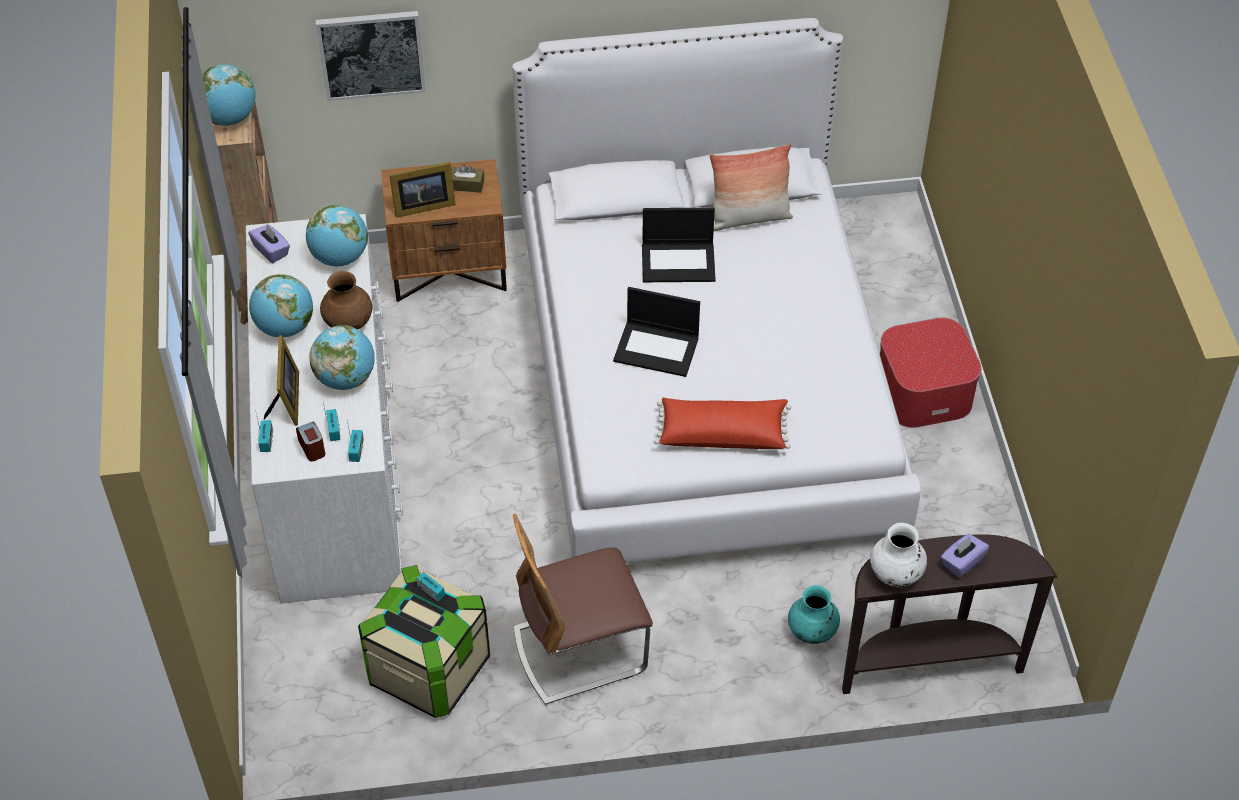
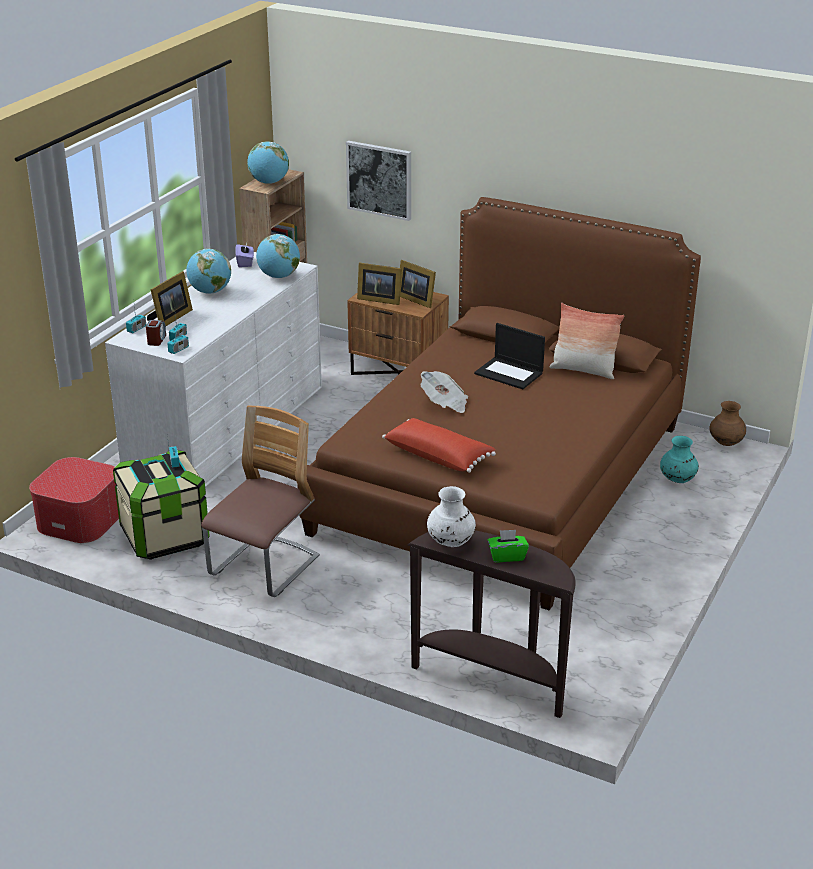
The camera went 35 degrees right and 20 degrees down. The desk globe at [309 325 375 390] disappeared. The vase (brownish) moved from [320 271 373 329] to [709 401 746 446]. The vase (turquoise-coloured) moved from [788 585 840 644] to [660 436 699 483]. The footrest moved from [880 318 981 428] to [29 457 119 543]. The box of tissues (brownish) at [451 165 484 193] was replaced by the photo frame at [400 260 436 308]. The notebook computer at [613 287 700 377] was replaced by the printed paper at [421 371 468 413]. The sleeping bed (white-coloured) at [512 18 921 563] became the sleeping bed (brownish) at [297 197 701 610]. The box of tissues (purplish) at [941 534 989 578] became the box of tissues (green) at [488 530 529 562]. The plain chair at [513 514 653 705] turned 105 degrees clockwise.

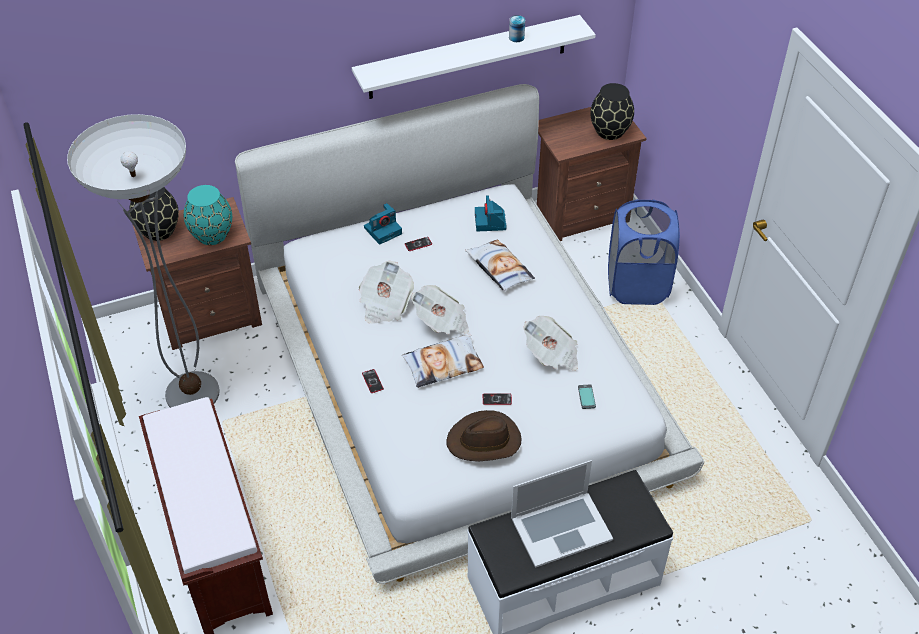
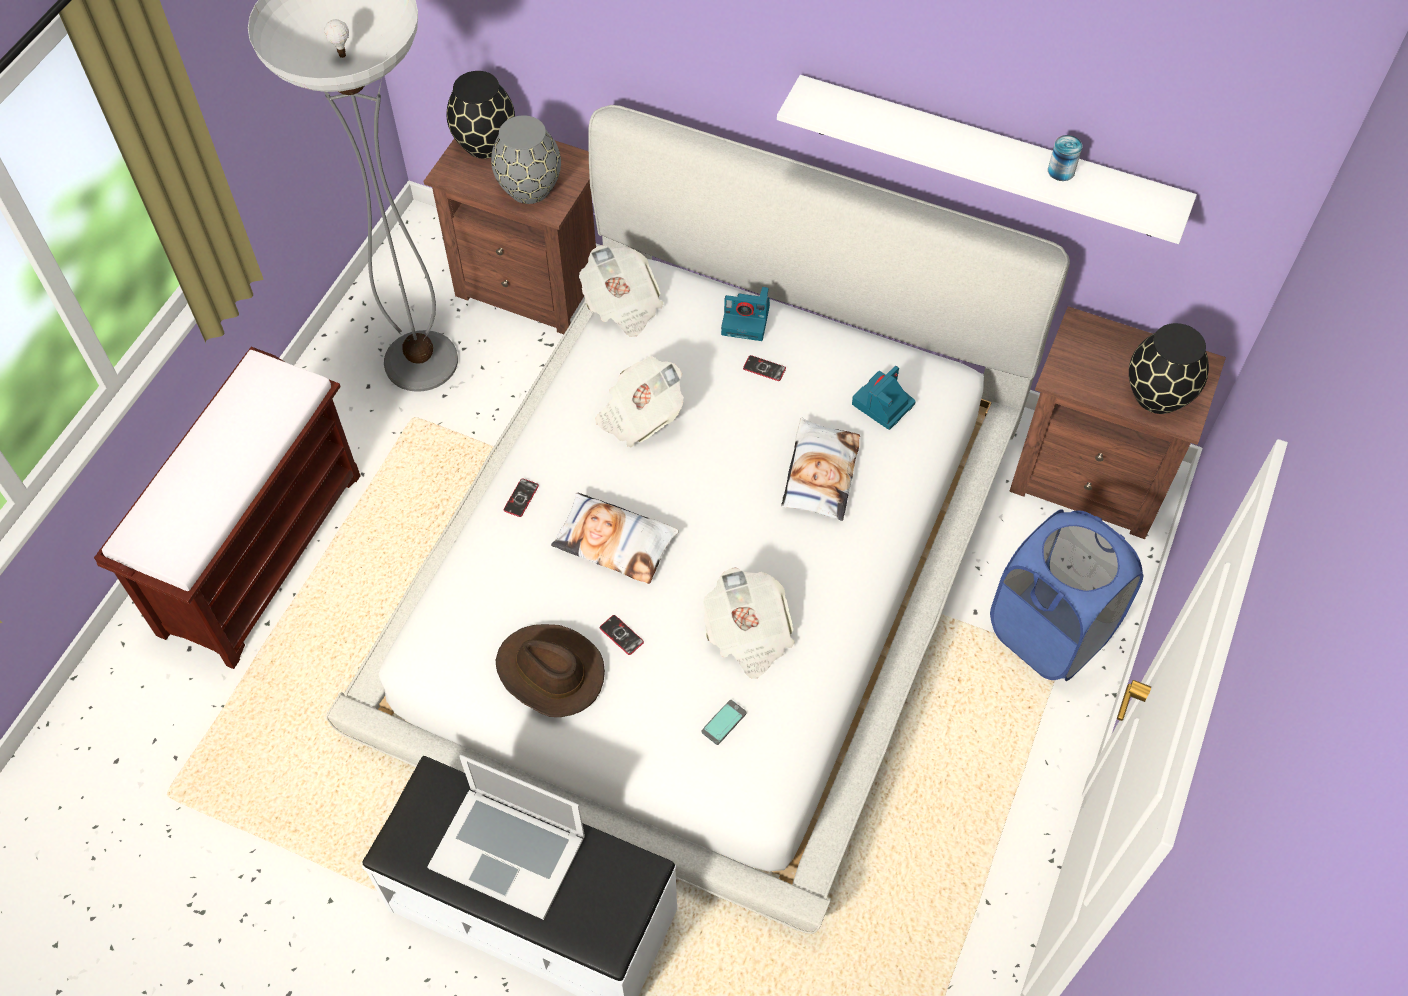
The camera went 45 degrees right and 10 degrees up. The printed paper moved from [411 285 469 335] to [579 245 664 337]. The vase (turquoise-coloured) at [184 185 232 245] became the vase (greyish) at [491 115 561 204].

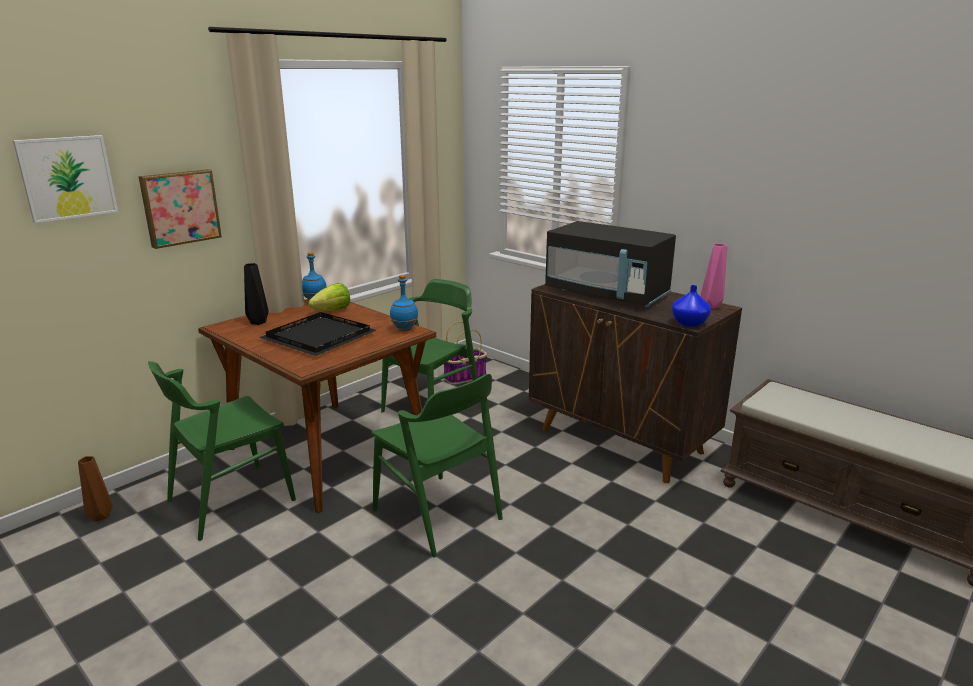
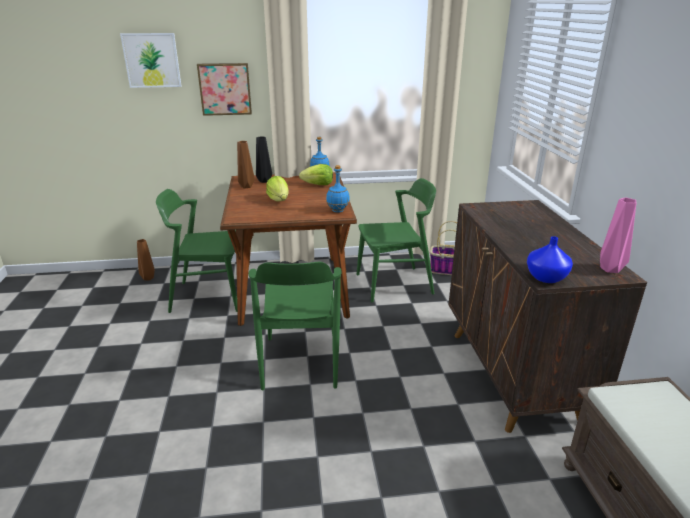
The camera went 40 degrees right and 5 degrees up. The microwave oven (blackish) at [545 221 676 307] disappeared. The vase (brownish) at [237 141 255 188] appeared. The carrying tray (blackish) at [259 312 376 356] was replaced by the lettuce head at [266 176 288 202].

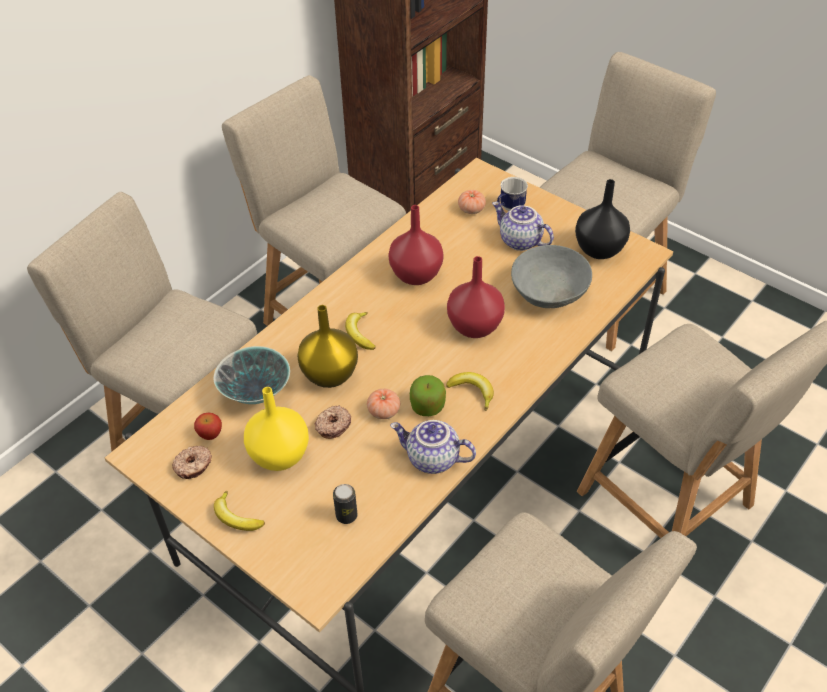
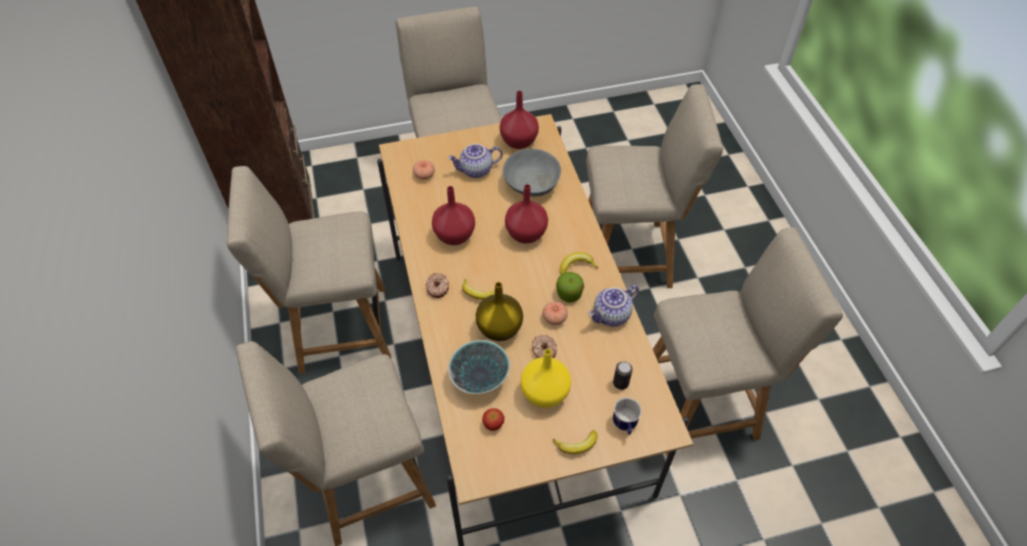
The camera went 55 degrees left and 5 degrees up. The doughnut moved from [172 446 212 479] to [425 273 449 298]. The mug moved from [497 177 528 211] to [613 397 642 435]. The vase (blackish) at [575 179 630 259] became the vase (red-coloured) at [500 91 539 149].

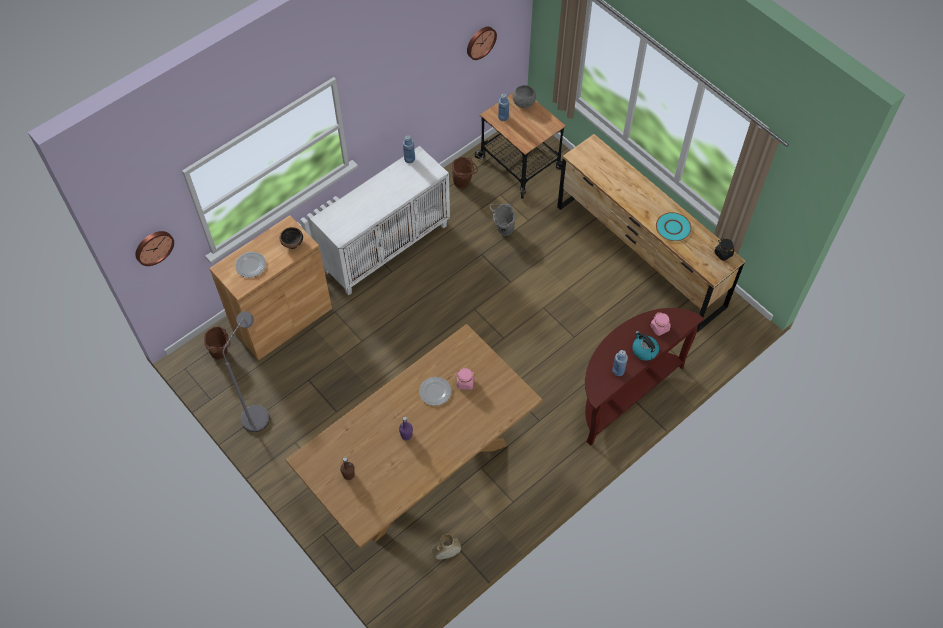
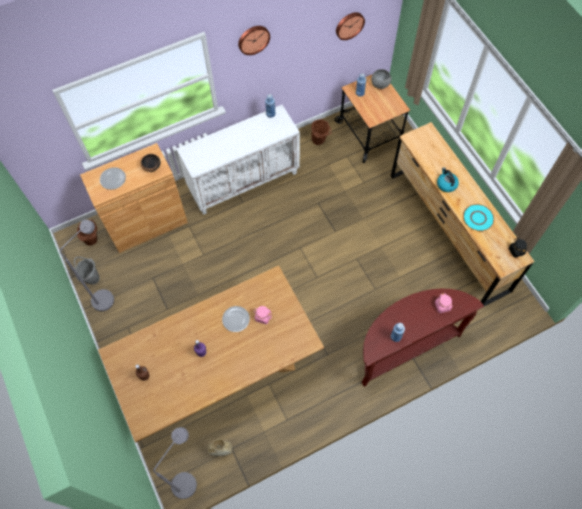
The camera went 15 degrees right and 5 degrees up. The floor lamp (greyish) at [153 427 197 499] appeared. The wall clock moved from [135 231 174 266] to [238 26 270 55]. The water bucket (greyish) moved from [490 204 515 236] to [74 257 100 285]. The water kettle moved from [632 331 659 361] to [437 167 459 192].

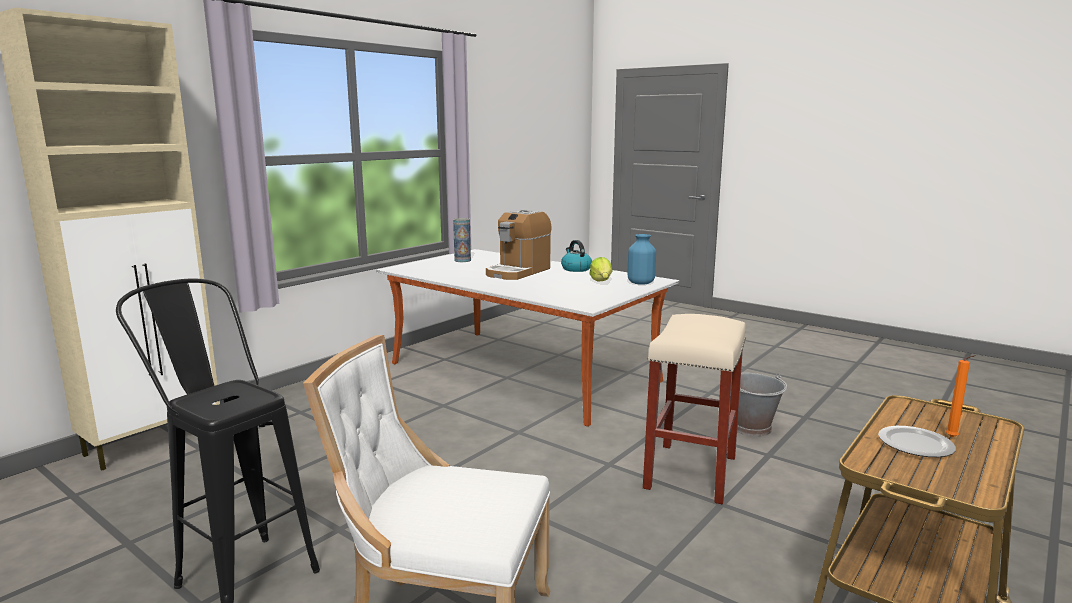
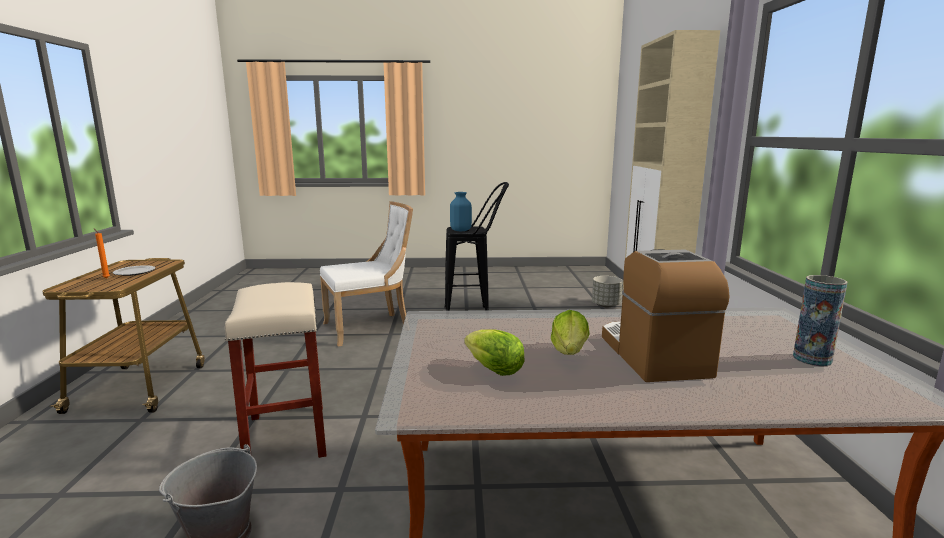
The camera went 140 degrees right and 0 degrees up. The water kettle at [561 240 592 272] disappeared. The lettuce head at [551 310 590 355] appeared. The planter (greyish) at [592 276 623 307] appeared. The vase (bluish) moved from [628 234 656 285] to [450 192 472 231].

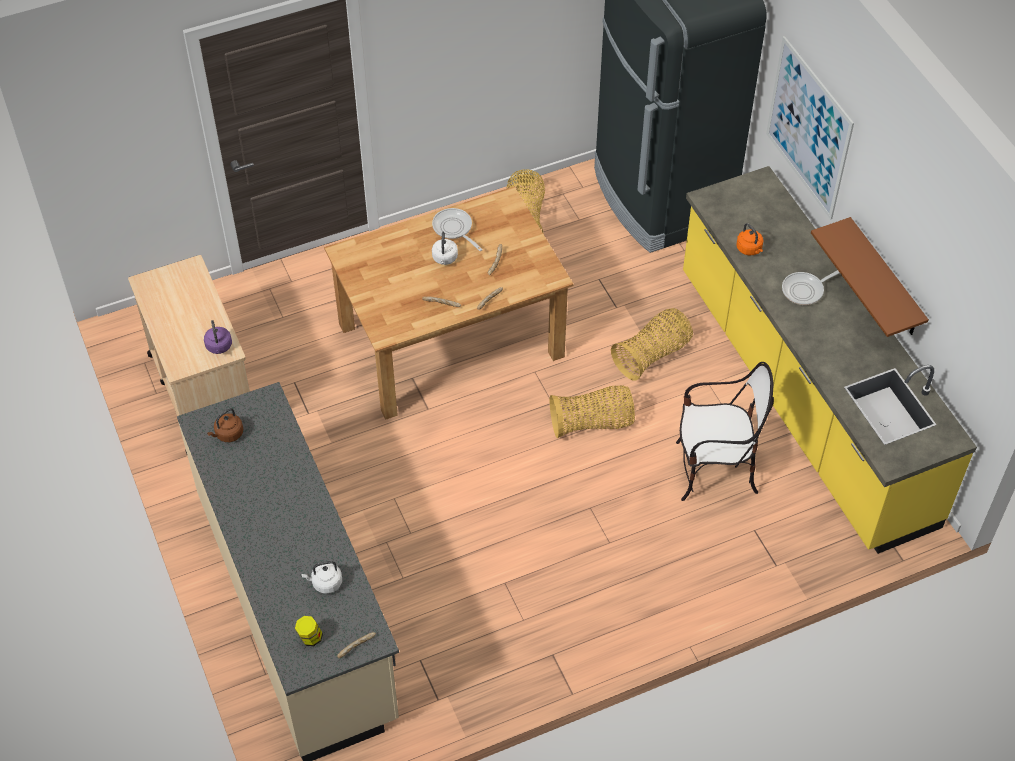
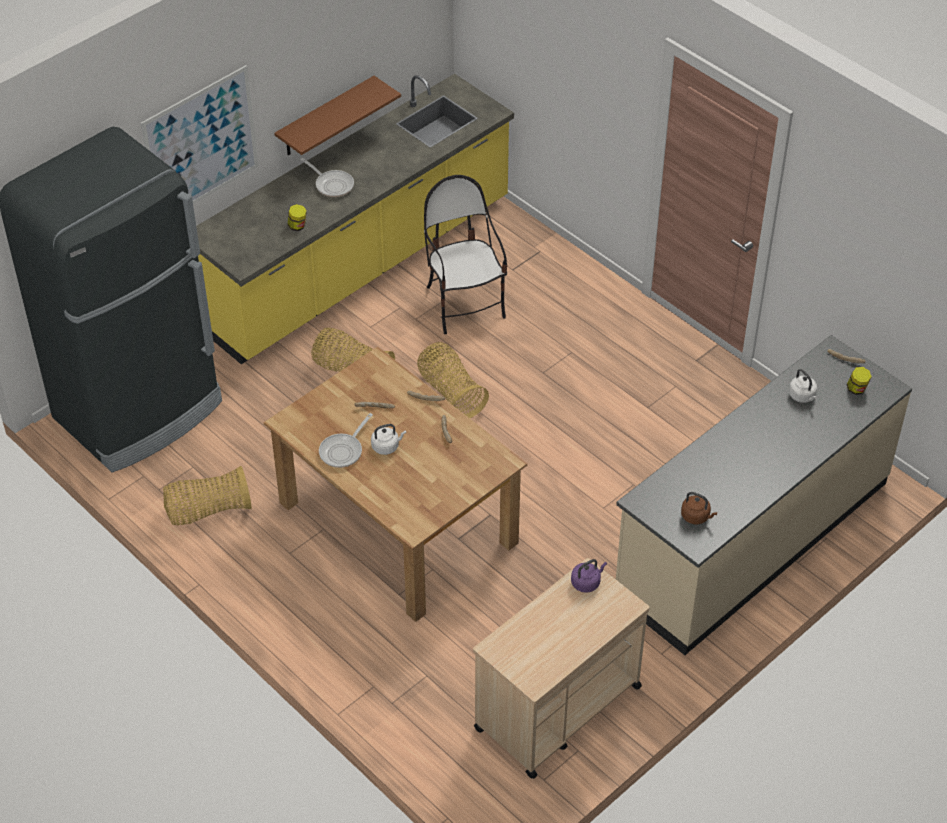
The camera went 110 degrees left and 5 degrees down. The water kettle (orange) at [736 223 763 255] was replaced by the preserve jar at [287 204 307 231].

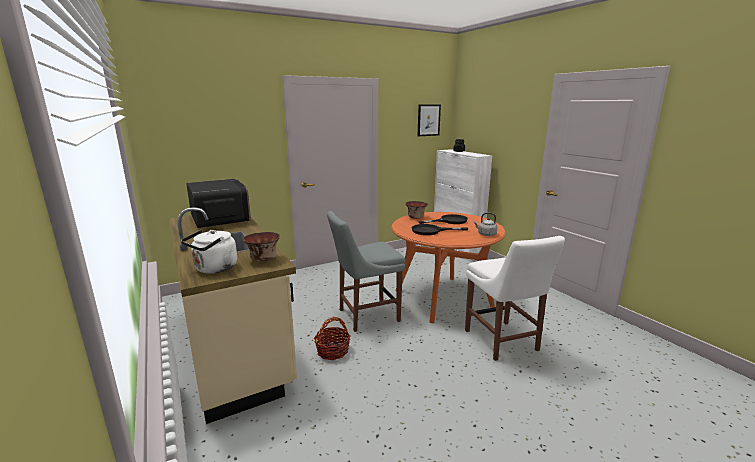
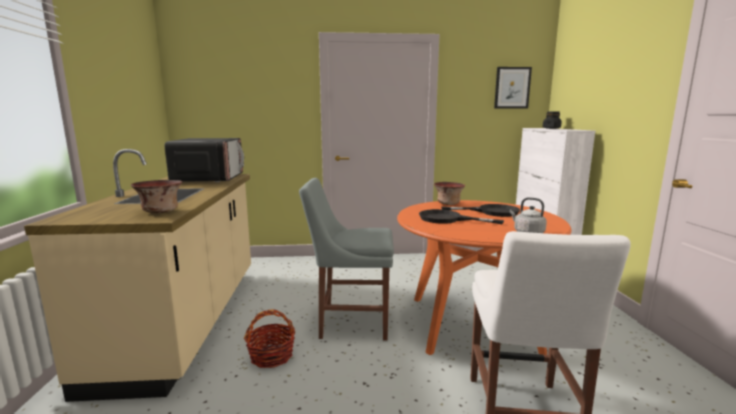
The camera went 25 degrees right and 5 degrees down. The water kettle (white-coloured) at [181 229 237 274] disappeared.

